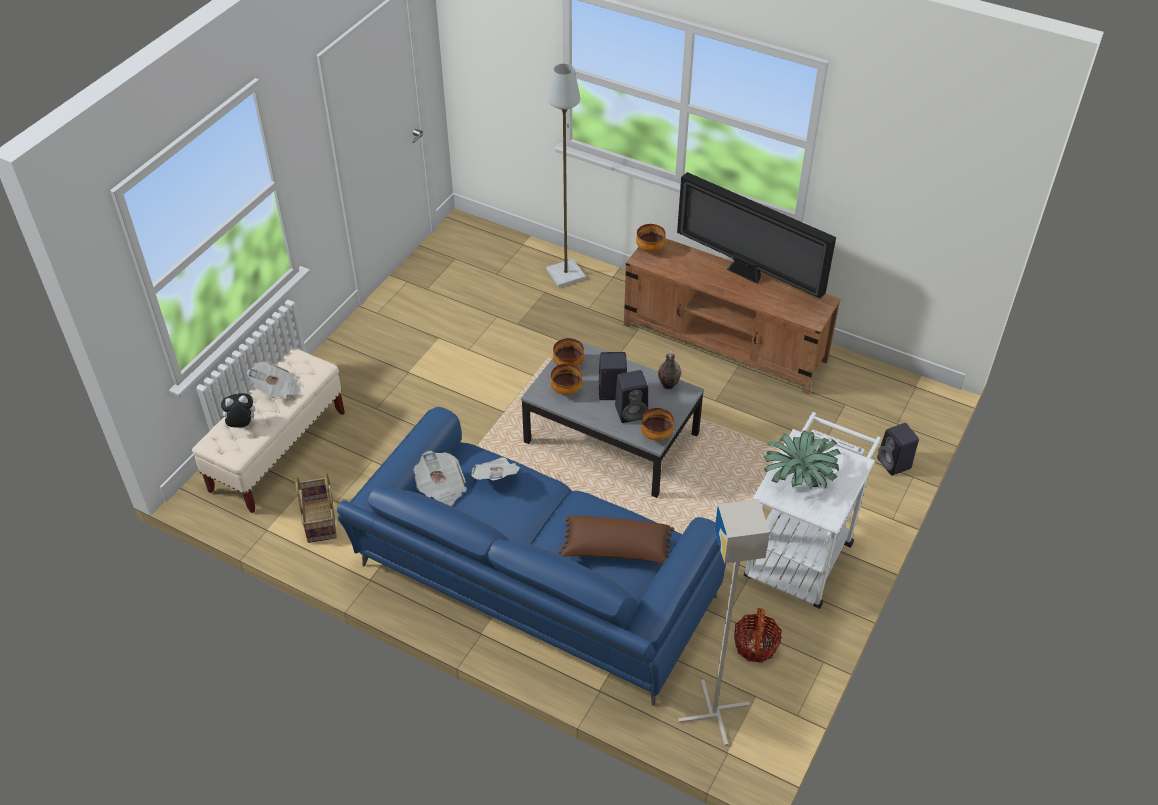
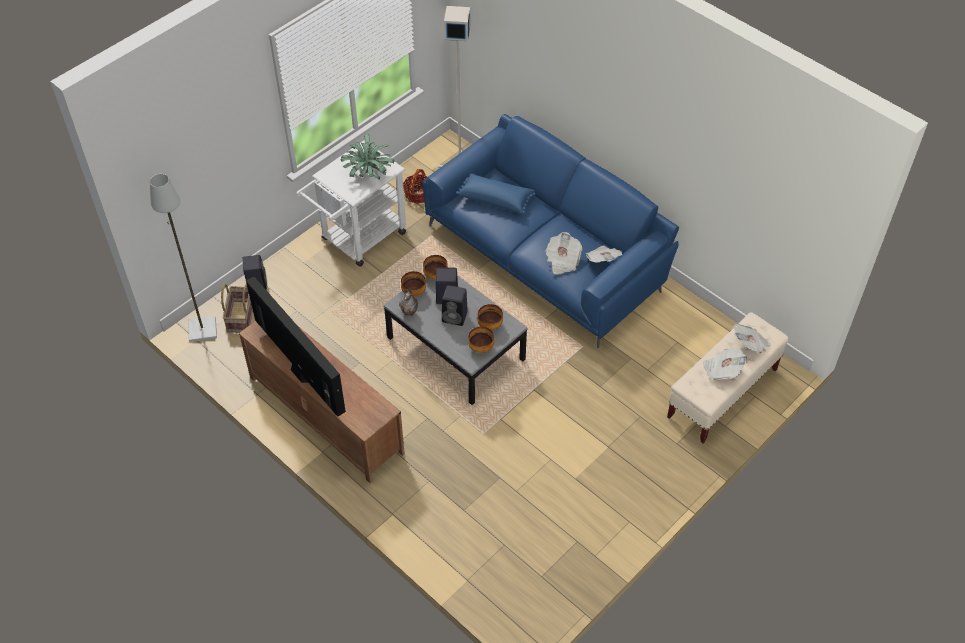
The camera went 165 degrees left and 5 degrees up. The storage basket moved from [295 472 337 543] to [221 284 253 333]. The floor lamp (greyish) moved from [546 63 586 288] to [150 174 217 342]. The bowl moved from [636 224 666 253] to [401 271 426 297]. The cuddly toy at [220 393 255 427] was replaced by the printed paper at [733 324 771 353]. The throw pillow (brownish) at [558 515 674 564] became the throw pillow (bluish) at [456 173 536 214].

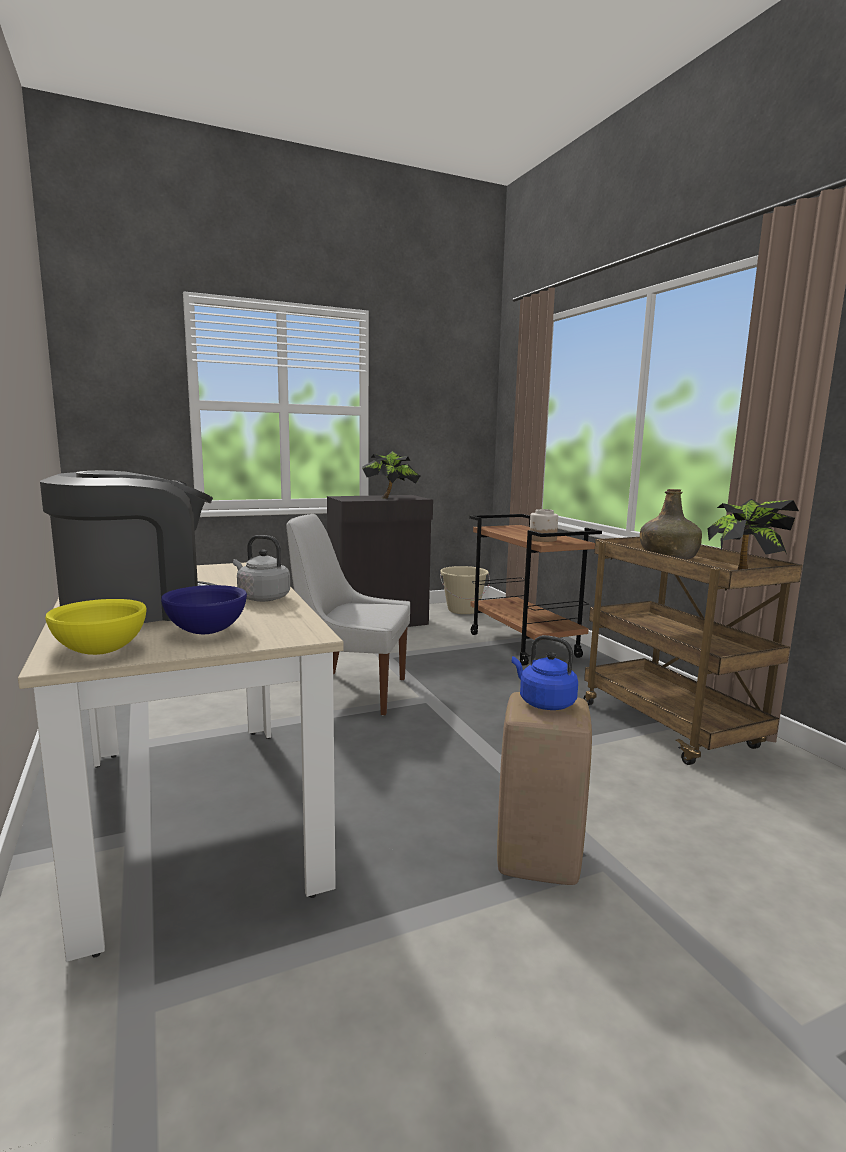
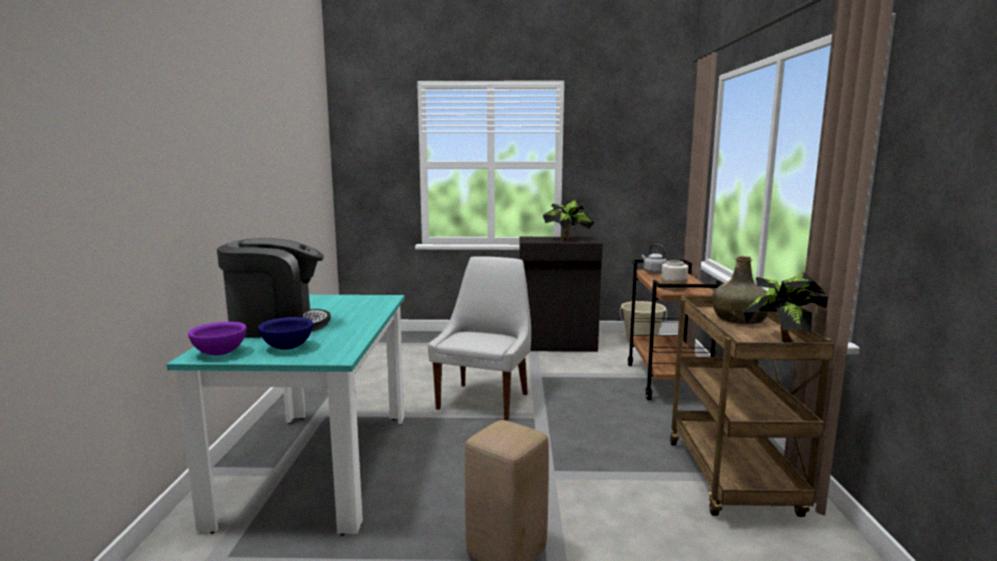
The camera went 25 degrees right and 0 degrees up. The water kettle (bluish) at [512 635 578 710] disappeared. The water kettle (greyish) moved from [233 535 290 602] to [641 244 667 274]. The dining table (sand-coloured) at [18 562 343 962] became the dining table (turquoise-coloured) at [166 295 405 536]. The bowl (yellow-coloured) at [45 599 147 655] became the bowl (purplish) at [188 322 246 355]. The plain chair (white-coloured) at [286 514 410 715] turned 75 degrees clockwise.

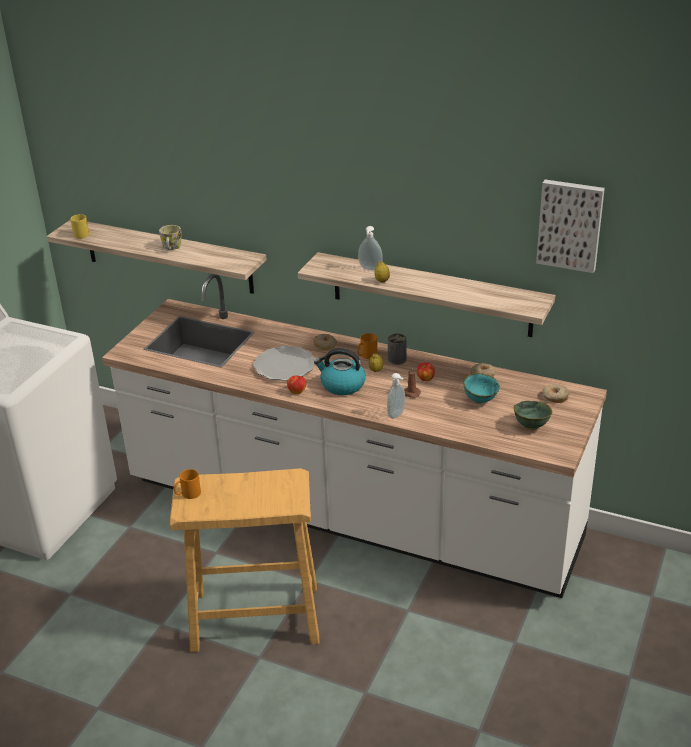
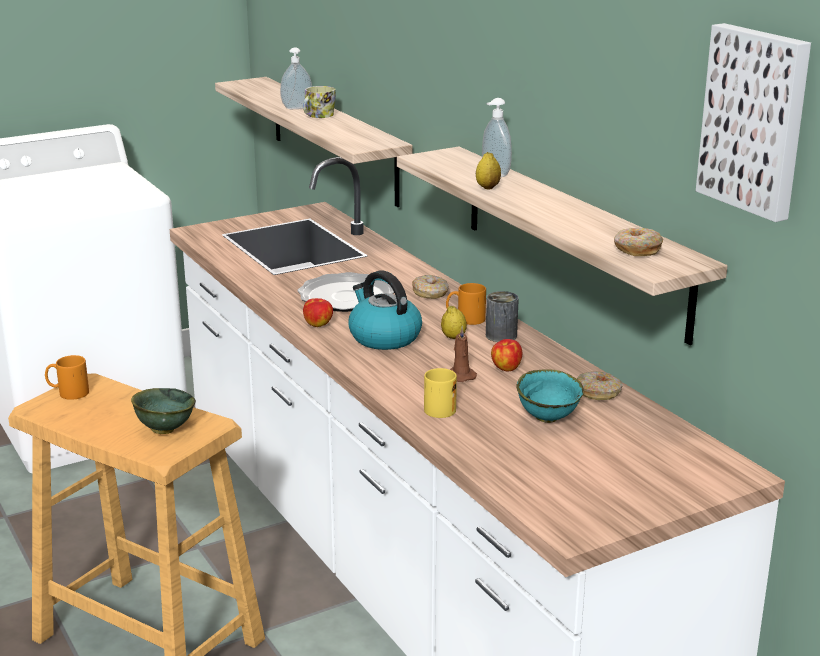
The camera went 35 degrees right and 10 degrees down. The mug (yellow-coloured) moved from [70 214 89 239] to [424 368 457 418]. The liquid soap bottle moved from [387 373 405 419] to [280 47 312 109]. The bowl (green) moved from [513 401 552 430] to [131 388 196 434]. The doughnut moved from [543 384 570 403] to [614 228 663 256].

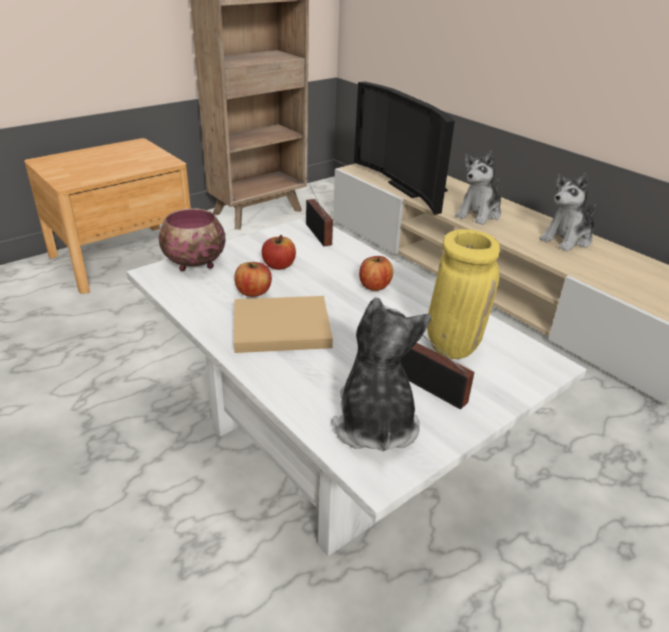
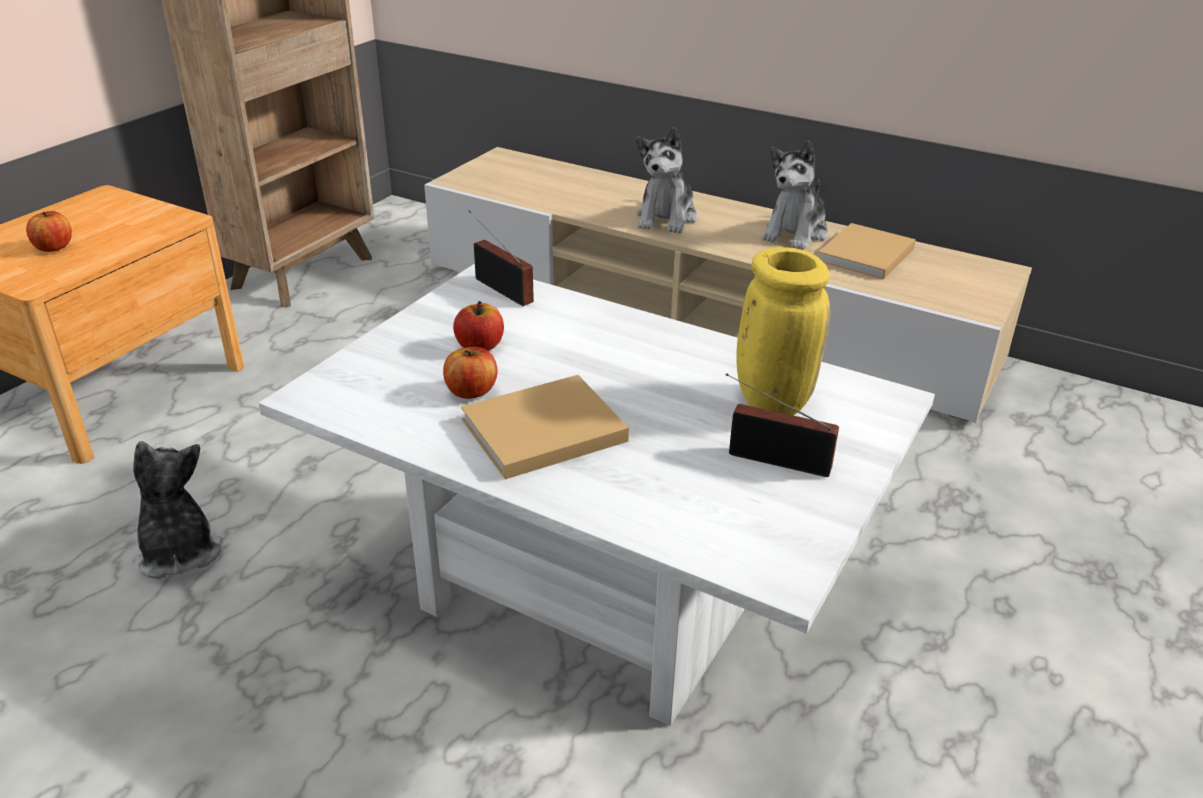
The camera went 20 degrees left and 0 degrees up. The bowl at [158 208 225 271] disappeared. The television at [354 81 455 215] disappeared. The bound book (sand-coloured) at [818 223 916 280] appeared. The cuddly toy moved from [332 297 431 452] to [133 441 222 579]. The apple fruit moved from [359 256 393 291] to [26 211 72 252].

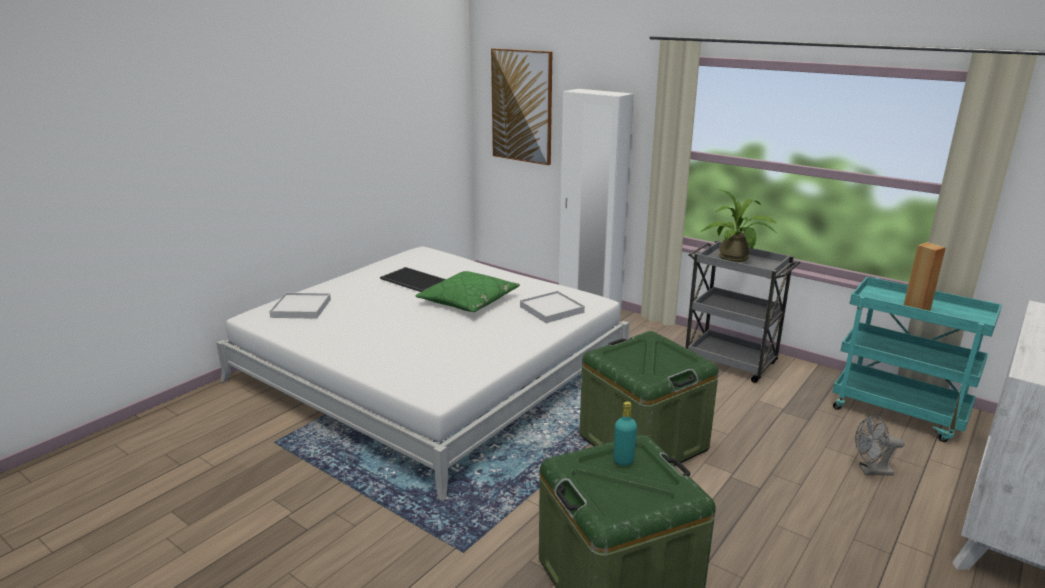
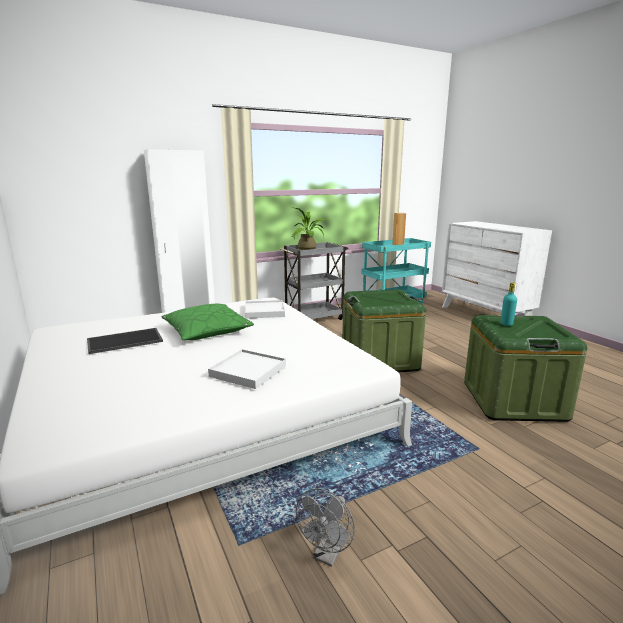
The camera went 65 degrees left and 5 degrees down. The wall art at [491 48 552 165] disappeared. The carrying tray (white-coloured) moved from [269 293 331 319] to [208 349 286 389]. The fan (greyish) moved from [855 414 905 476] to [296 488 355 567].

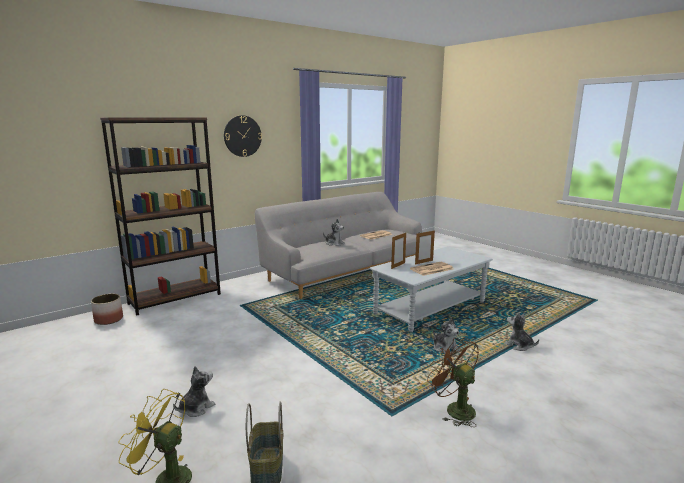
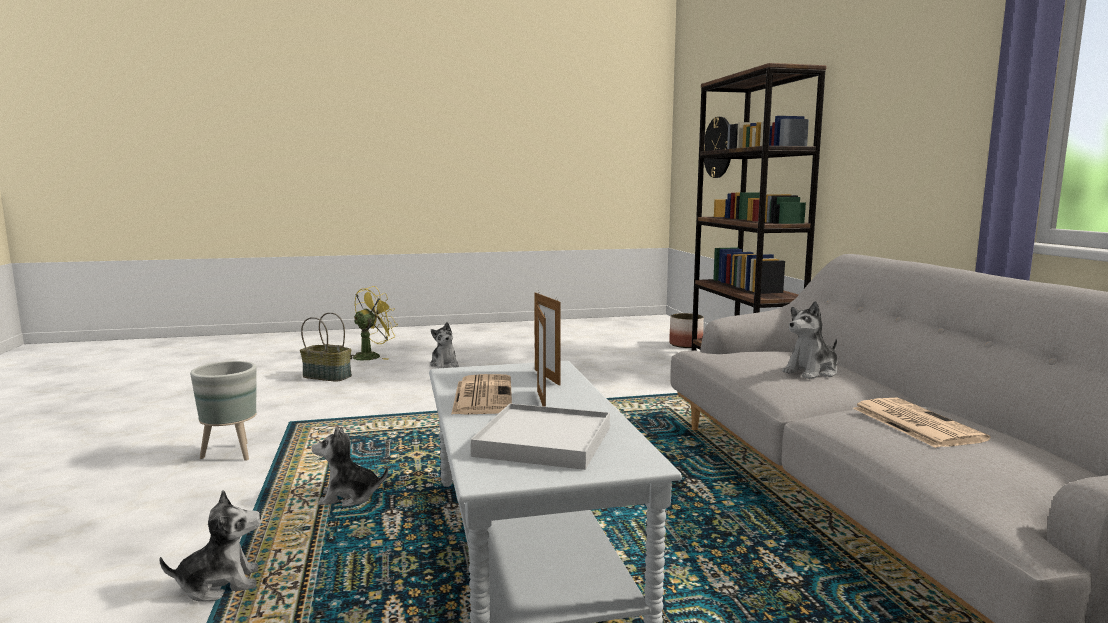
The camera went 115 degrees right and 5 degrees down. The carrying tray (white-coloured) at [470 403 610 470] appeared. The wall clock moved from [224 116 262 157] to [704 117 731 178]. The fan (brownish) at [427 337 479 427] was replaced by the planter (greyish) at [190 361 257 461].

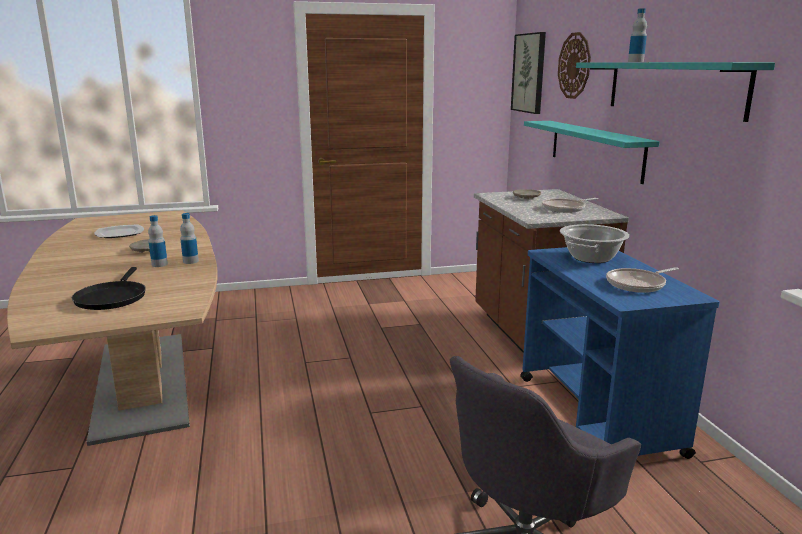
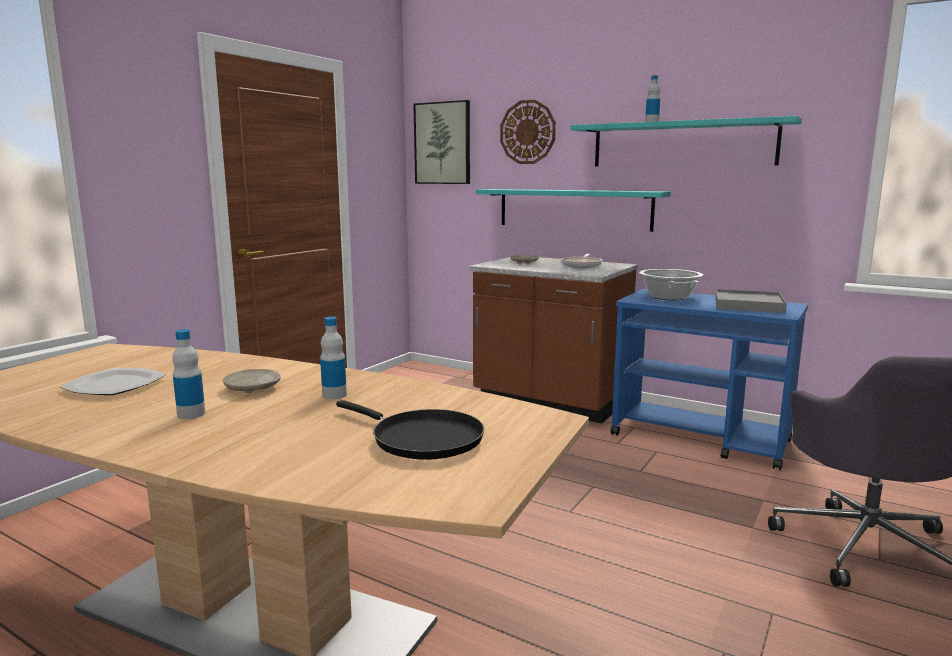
The camera went 45 degrees left and 5 degrees down. The drink bottle moved from [180 213 199 264] to [172 329 205 419]. The frying pan at [606 267 679 293] was replaced by the carrying tray (greyish) at [715 289 787 313].

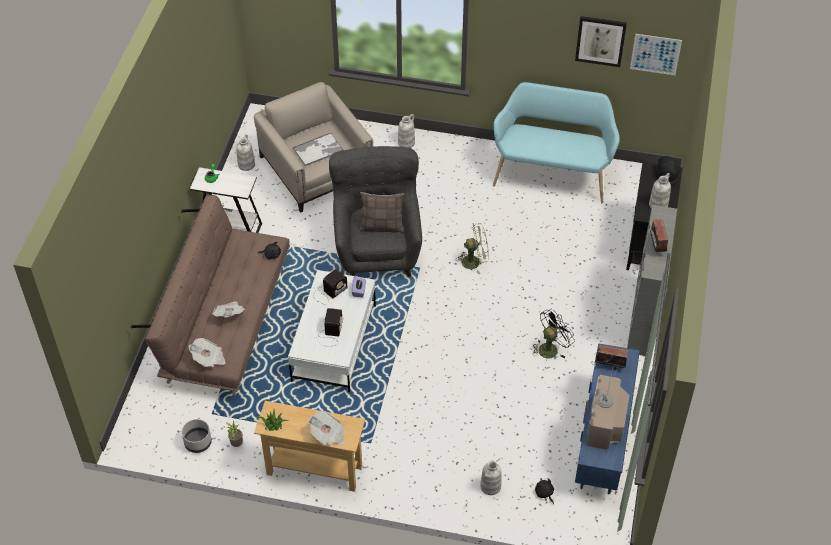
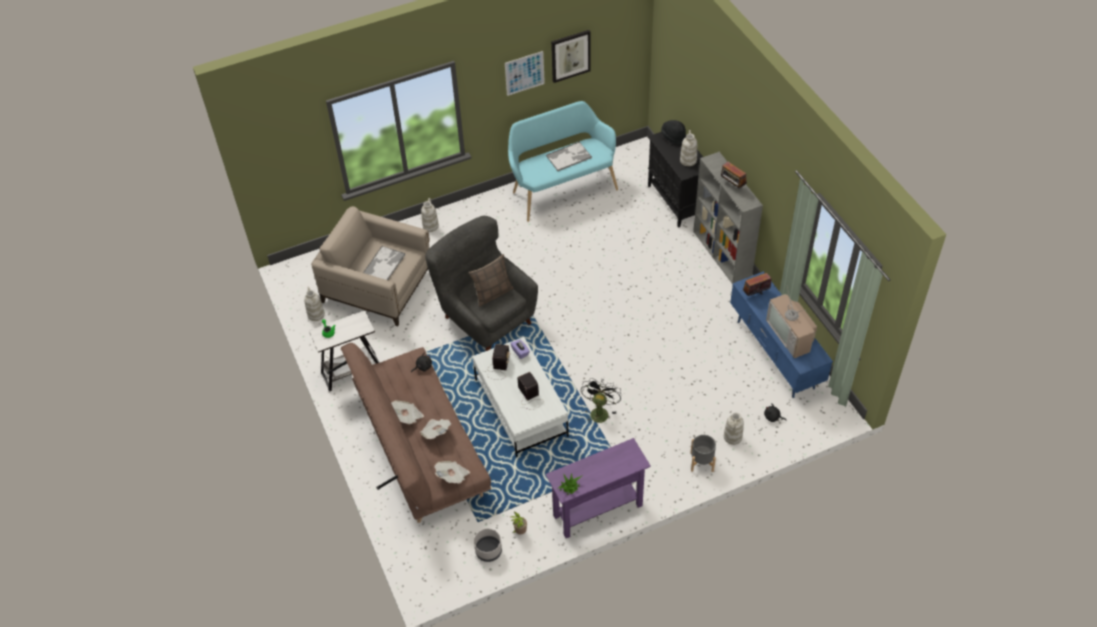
The camera went 35 degrees left and 0 degrees up. The fan (green) at [458 223 489 274] disappeared. The carrying tray at [546 141 592 171] appeared. The planter (greyish) at [690 435 716 472] appeared. The printed paper moved from [308 411 345 445] to [391 400 424 424]. The fan (blackish) moved from [533 309 575 359] to [581 378 621 424]. The wall art moved from [630 34 682 75] to [505 51 545 96]. The hall table (sand-coloured) at [254 401 365 492] became the hall table (purplish) at [546 438 651 538].

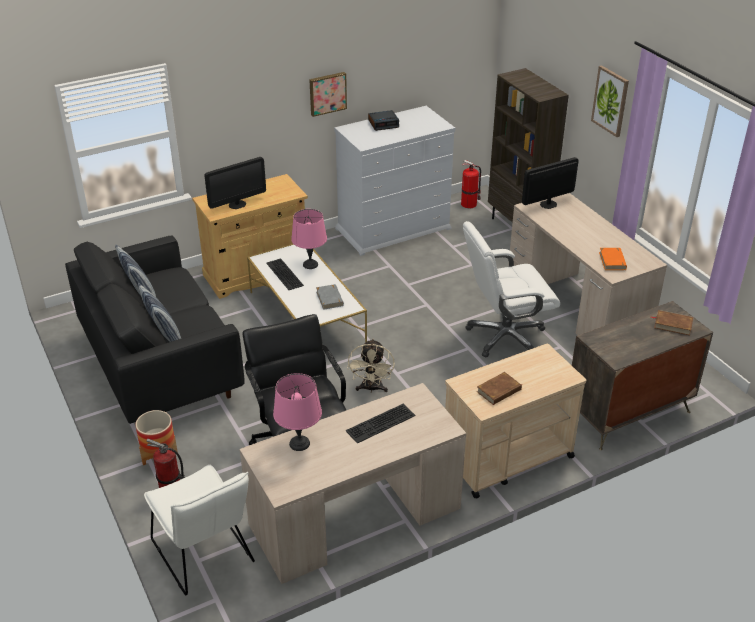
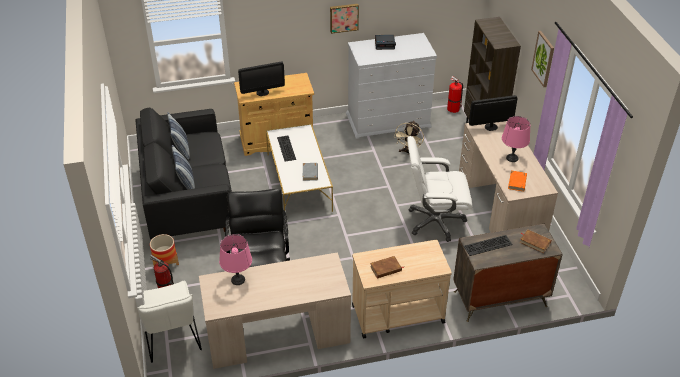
The camera went 15 degrees right and 5 degrees up. The tabletop lamp (pinkish) moved from [291 209 327 269] to [502 116 530 162]. The computer keyboard moved from [346 404 415 443] to [464 235 513 256]. The fan (sand-coloured) moved from [347 339 395 393] to [394 121 424 154].

